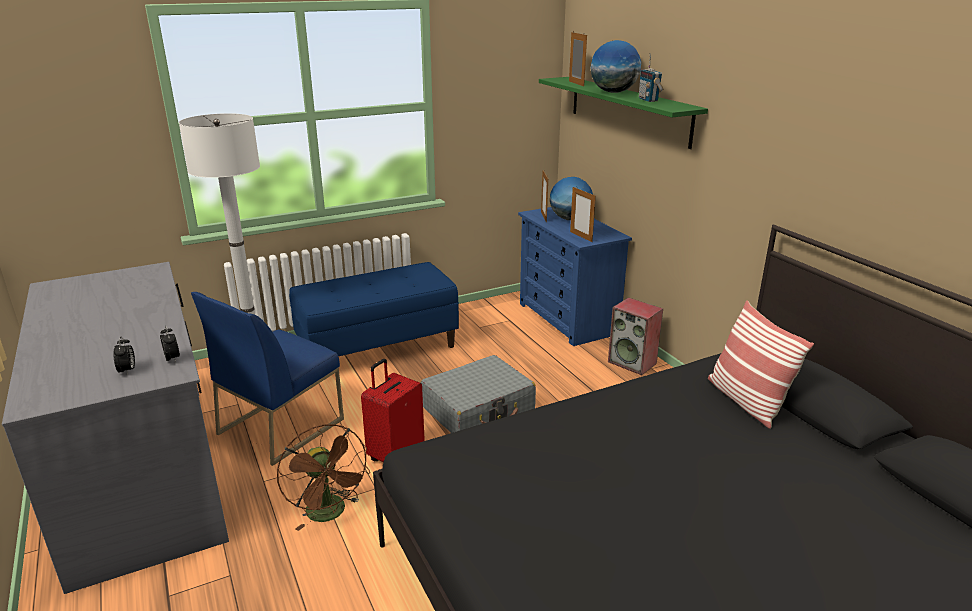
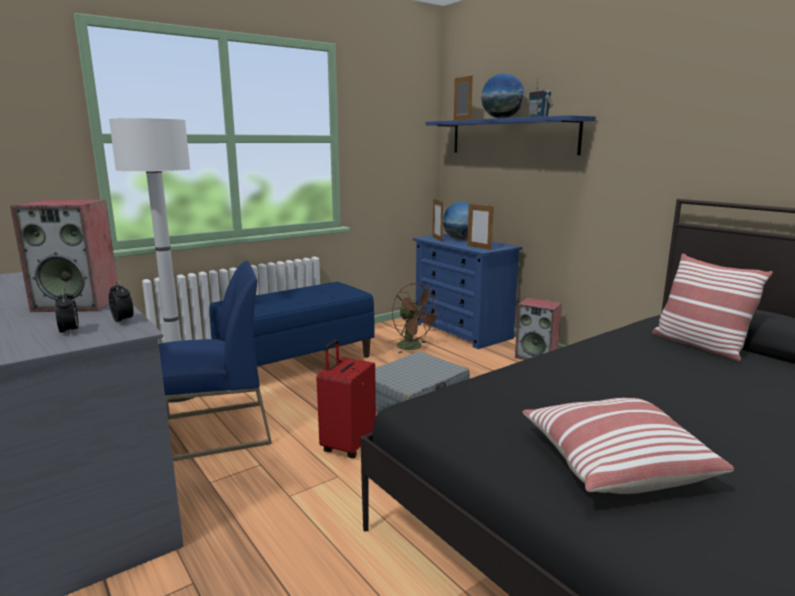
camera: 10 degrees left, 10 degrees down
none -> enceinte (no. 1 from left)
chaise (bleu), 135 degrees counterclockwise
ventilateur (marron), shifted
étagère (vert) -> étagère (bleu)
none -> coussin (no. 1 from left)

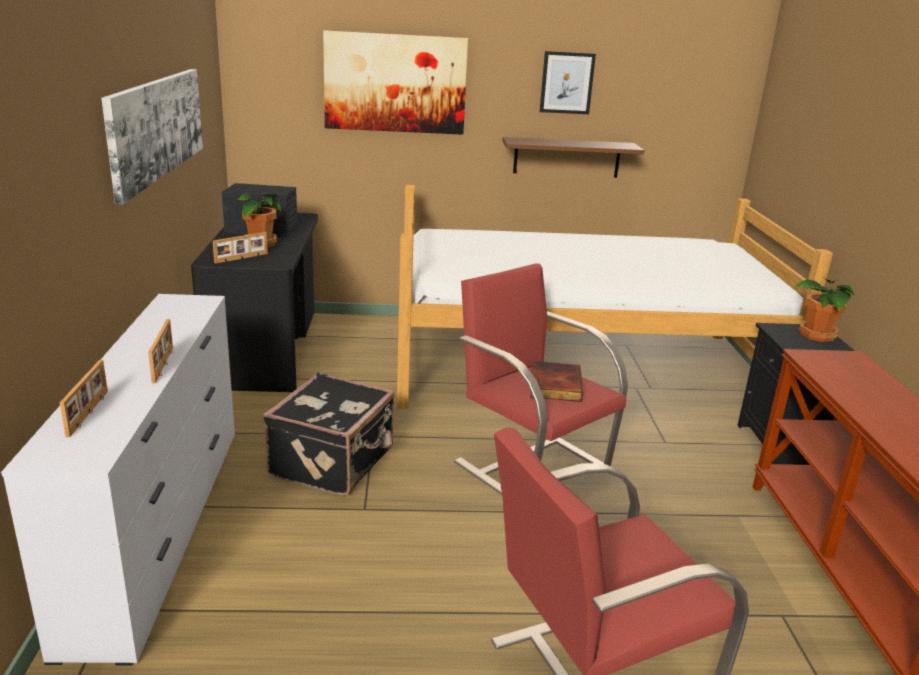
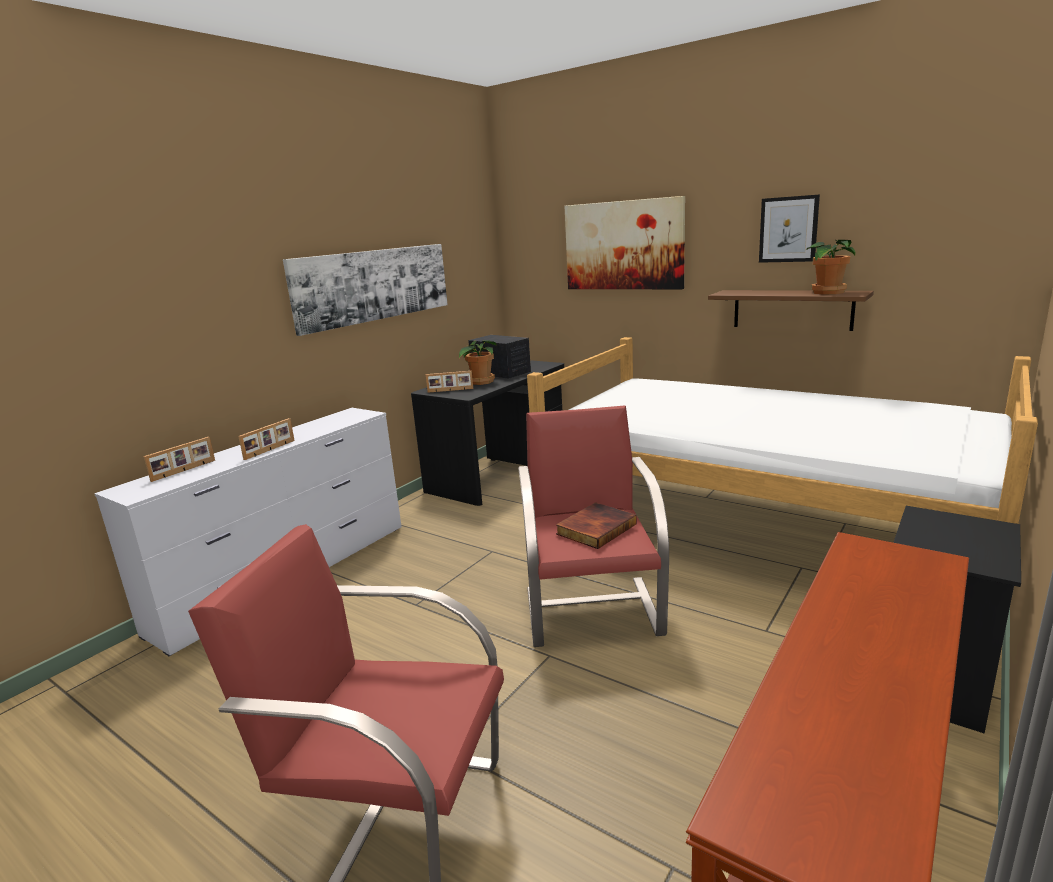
camera: 40 degrees right, 5 degrees down
plante en pot (no. 2 from left), shifted
valise (noir) -> none

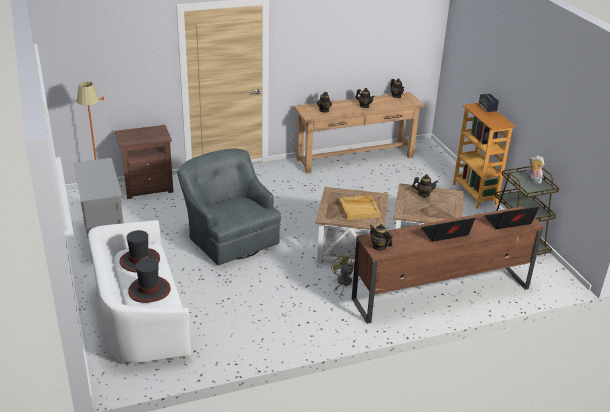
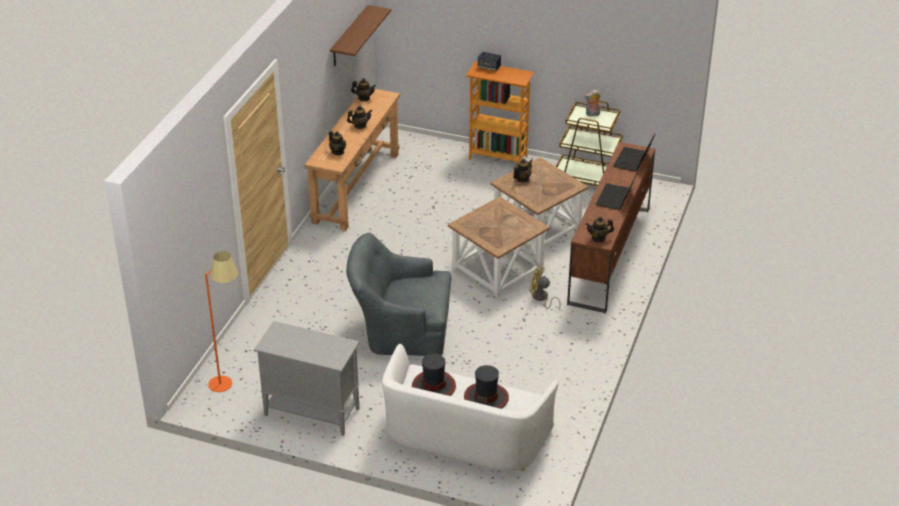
camera: 50 degrees left, 5 degrees up
none -> étagère (marron)
table de chevet (marron) -> none
plateau (beige) -> none

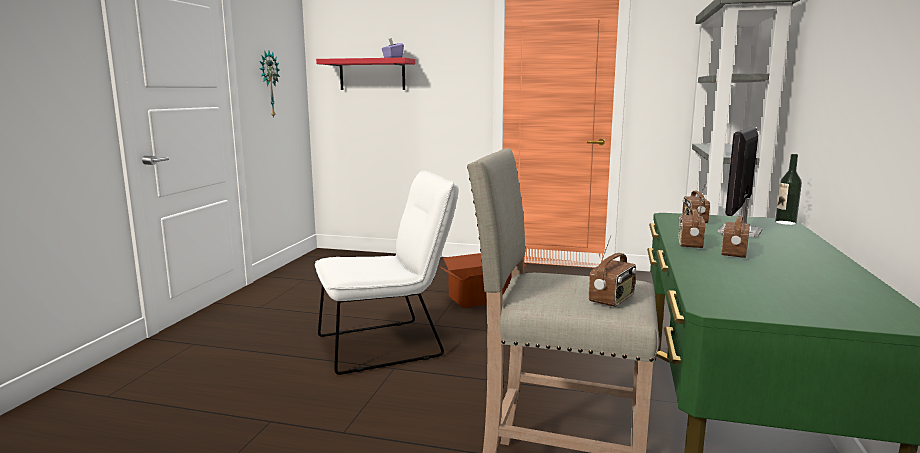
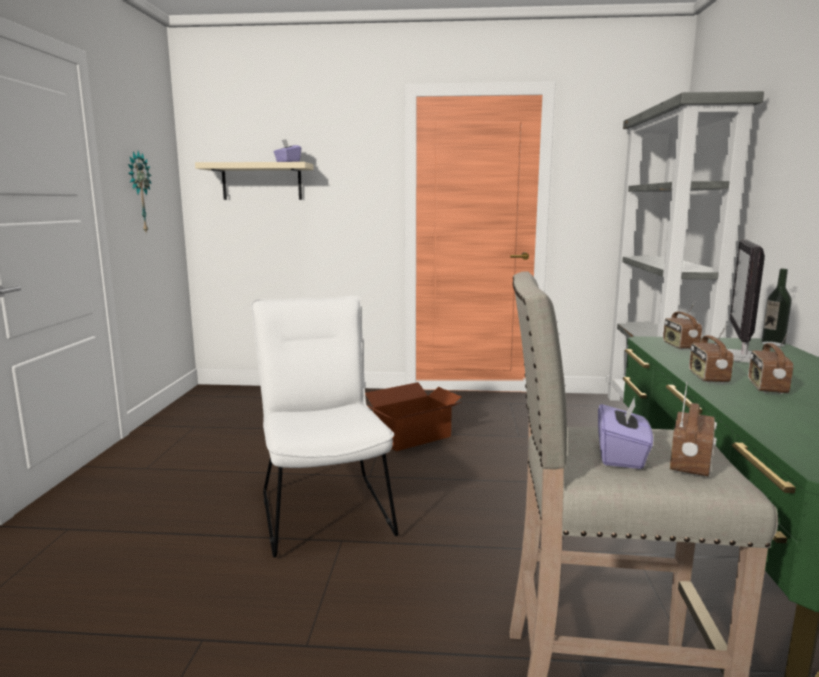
camera: 10 degrees left, 0 degrees up
étagère (rouge) -> étagère (beige)
chaise (blanc), 75 degrees counterclockwise
none -> boîte à mouchoirs (violet) (no. 2 from left)

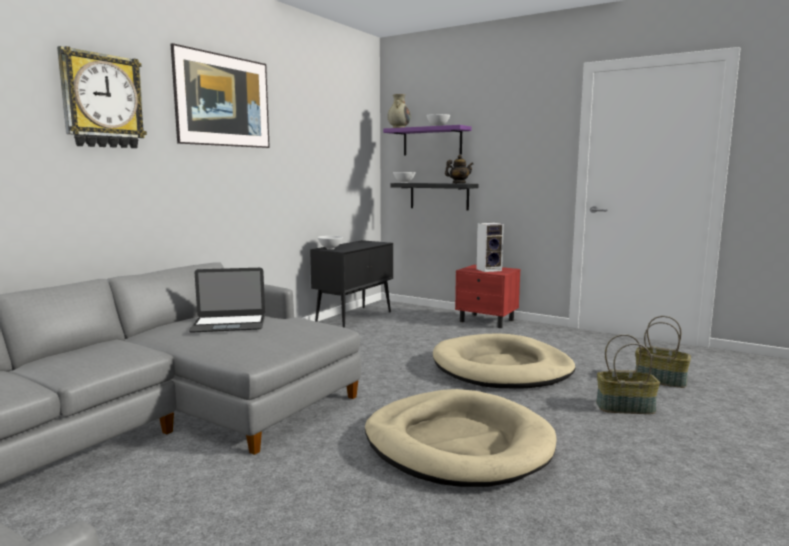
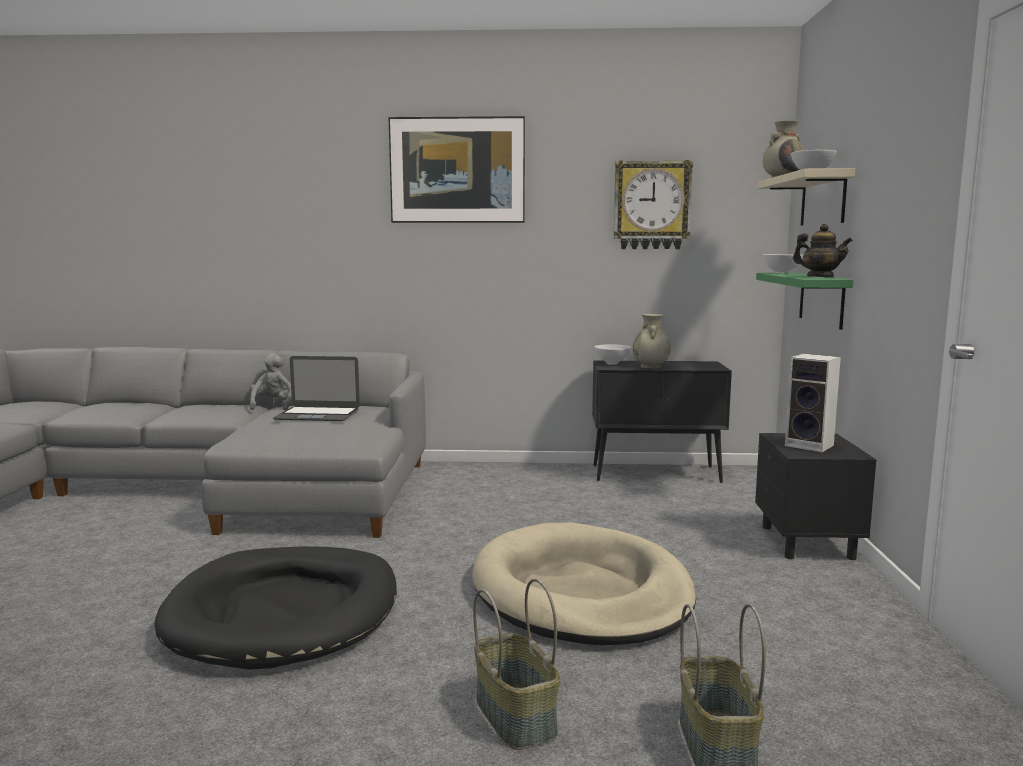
camera: 60 degrees right, 0 degrees up
panier pour chien (beige) (no. 1 from left) -> panier pour chien (noir)
none -> peluche (gris)
ordinateur portable, 45 degrees counterclockwise
horloge murale, shifted
none -> vase (beige) (no. 1 from left)
table de chevet (rouge) -> table de chevet (noir)
étagère (noir) -> étagère (vert)
étagère (violet) -> étagère (beige)

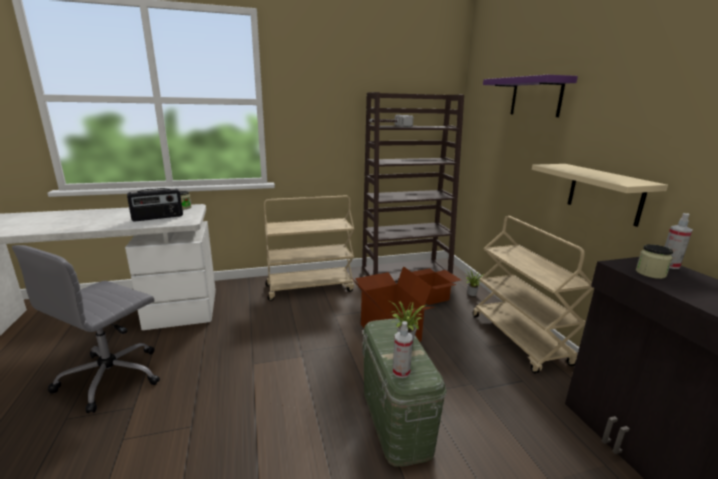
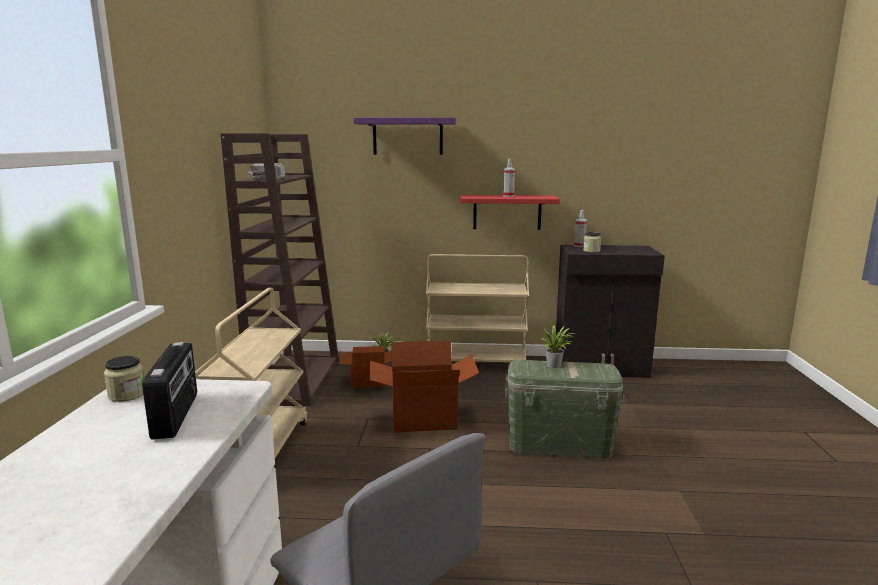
camera: 70 degrees left, 5 degrees down
étagère (beige) -> étagère (rouge)
vaporisateur (no. 1 from left), shifted

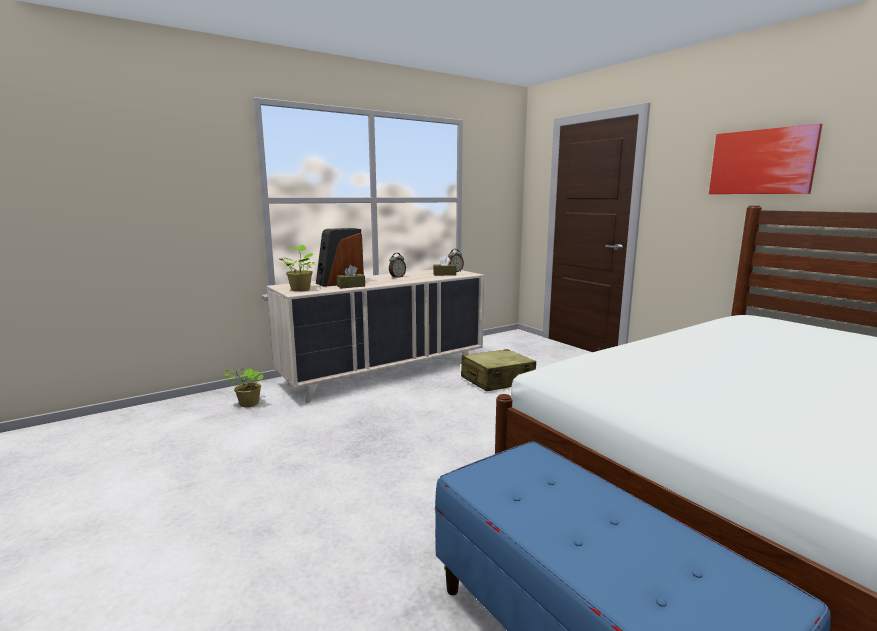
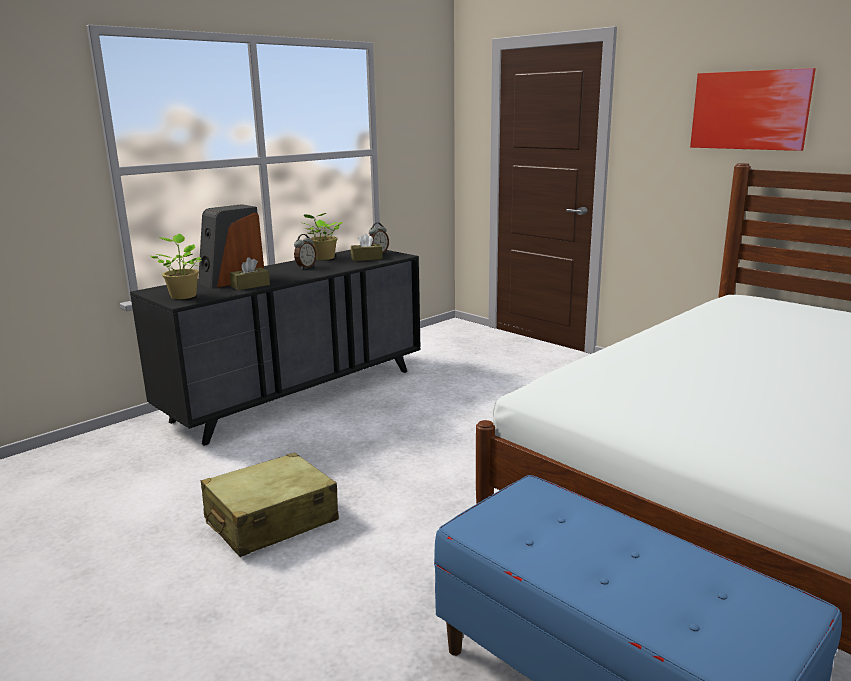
camera: 10 degrees left, 5 degrees up
commode (beige) -> commode (noir)
valise (beige), shifted
plante en pot (no. 1 from left in the first image) -> plante en pot (no. 2 from left), shifted

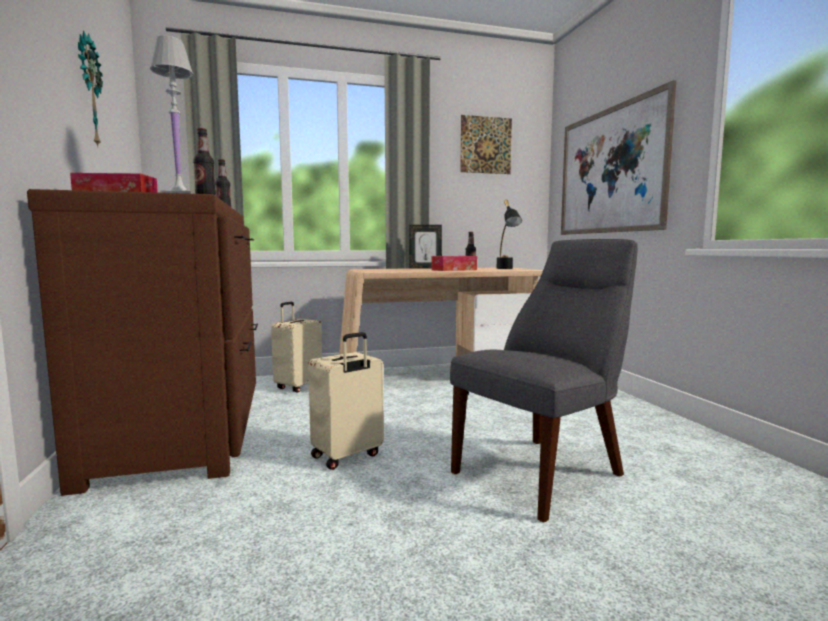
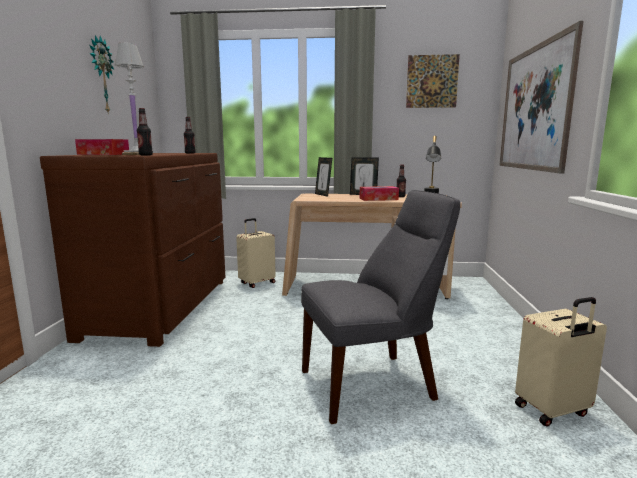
camera: 20 degrees right, 5 degrees up
none -> cadre photo (no. 1 from left)
valise (beige) (no. 2 from left), shifted

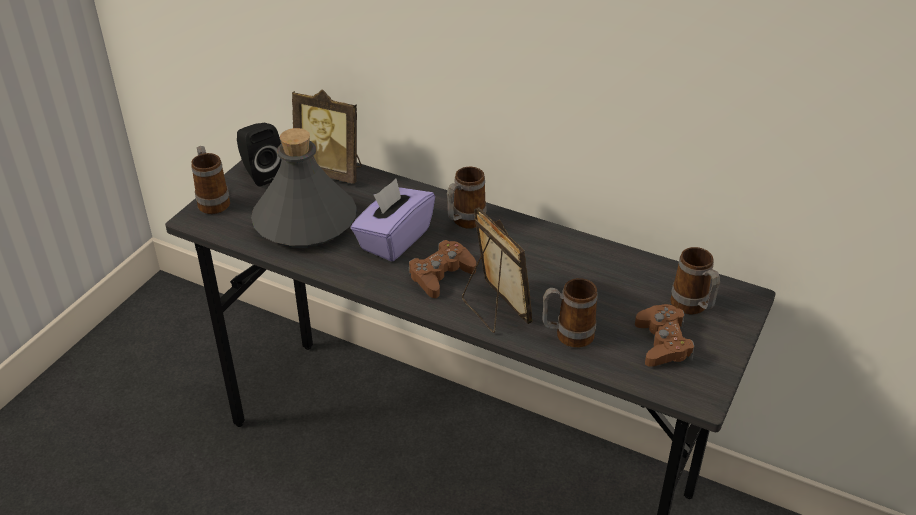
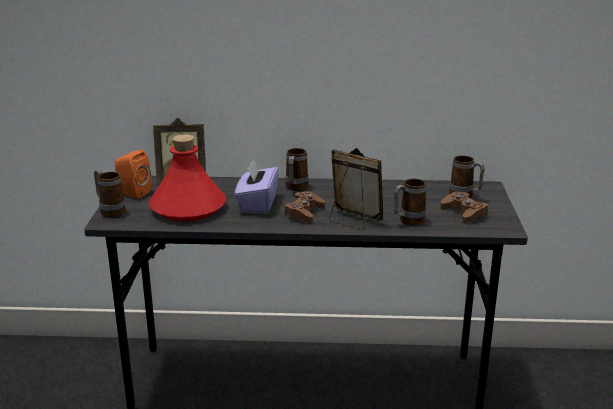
camera: 25 degrees left, 15 degrees down
enceinte (noir) -> enceinte (orange)
bouteille (gris) -> bouteille (rouge)

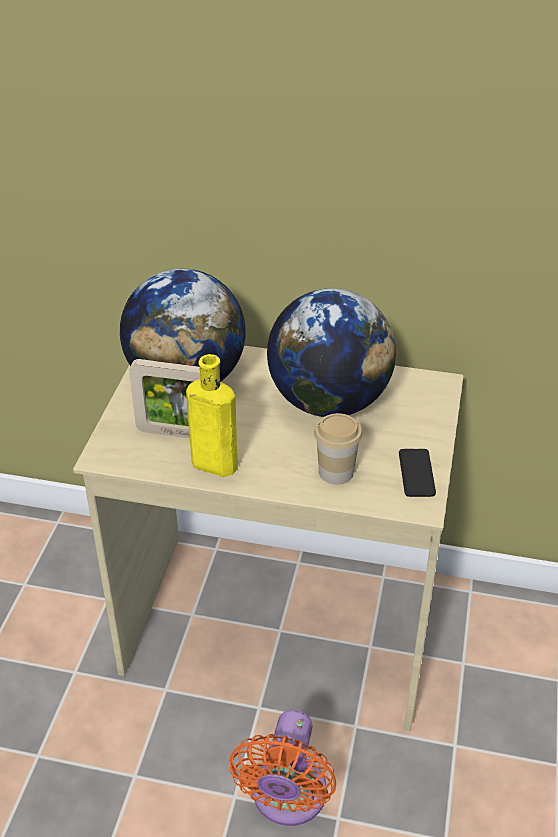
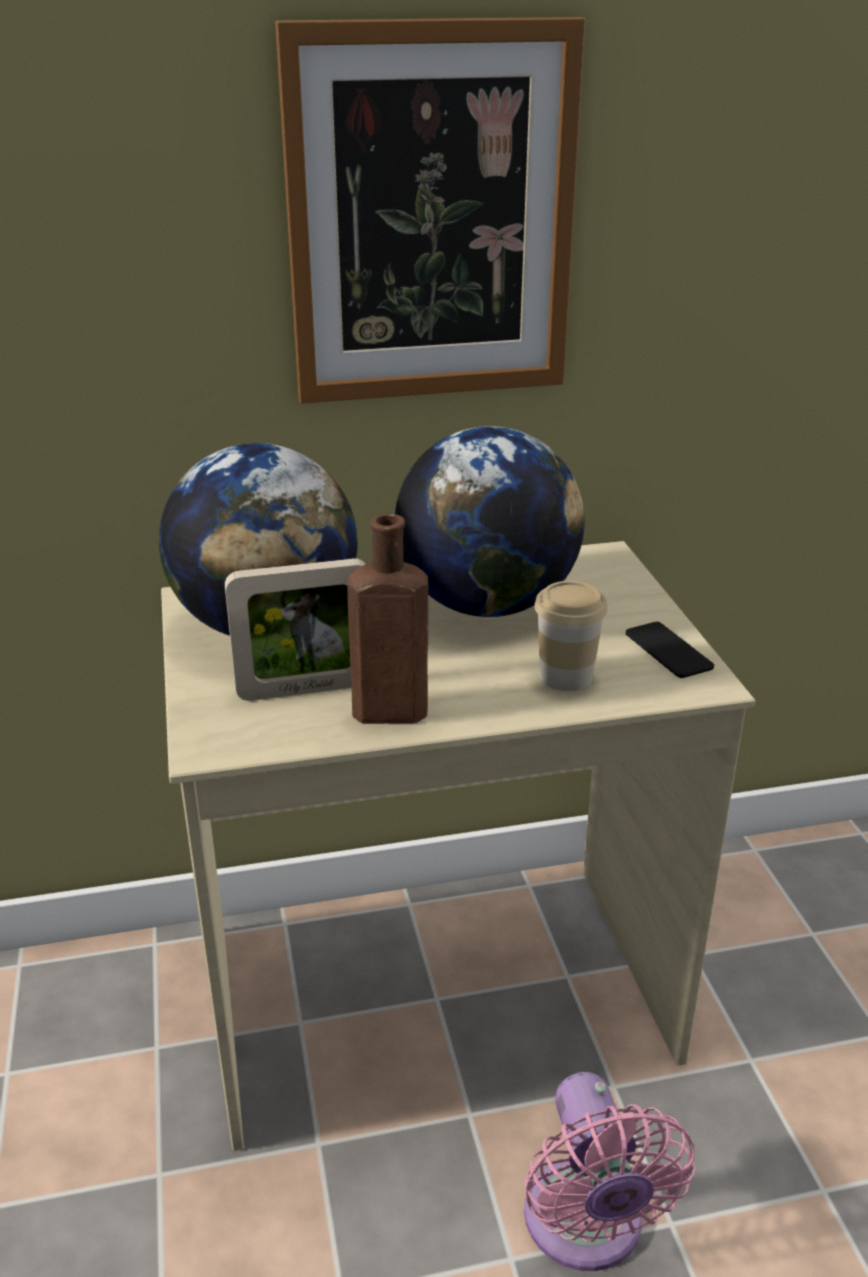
camera: 25 degrees left, 10 degrees down
none -> tableau
bouteille (jaune) -> bouteille (marron)
ventilateur (orange) -> ventilateur (rose)

